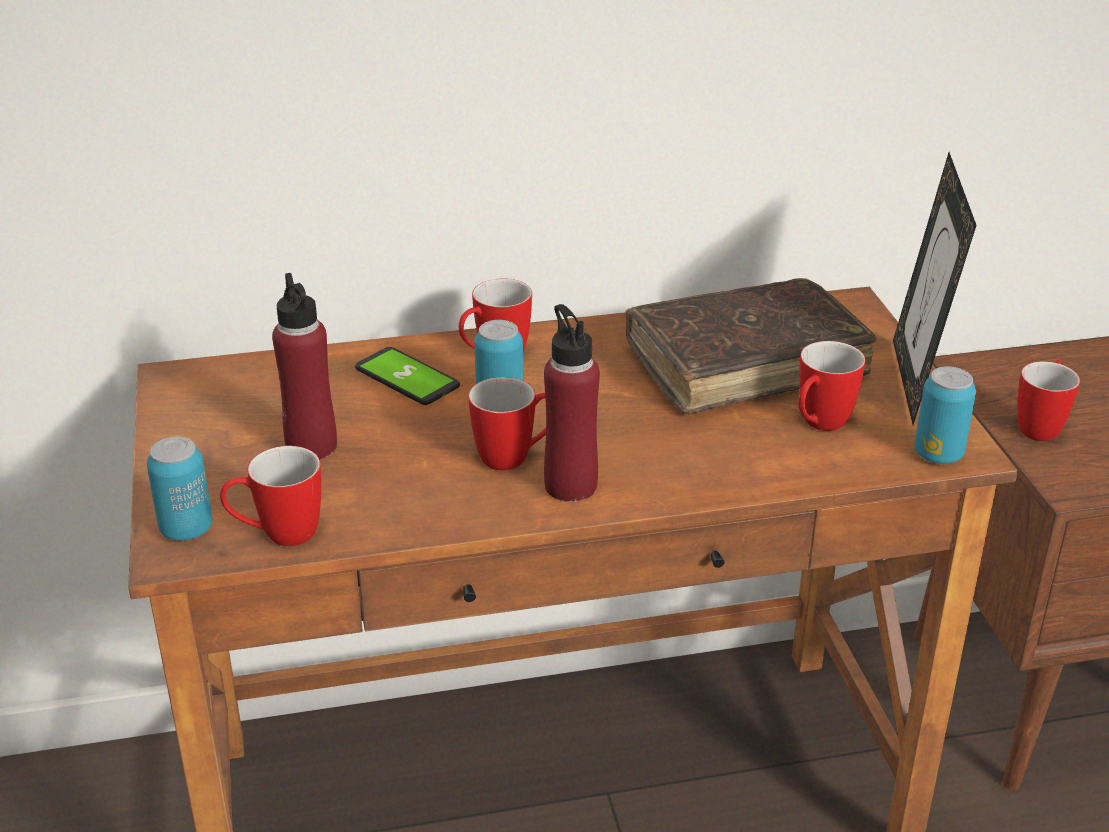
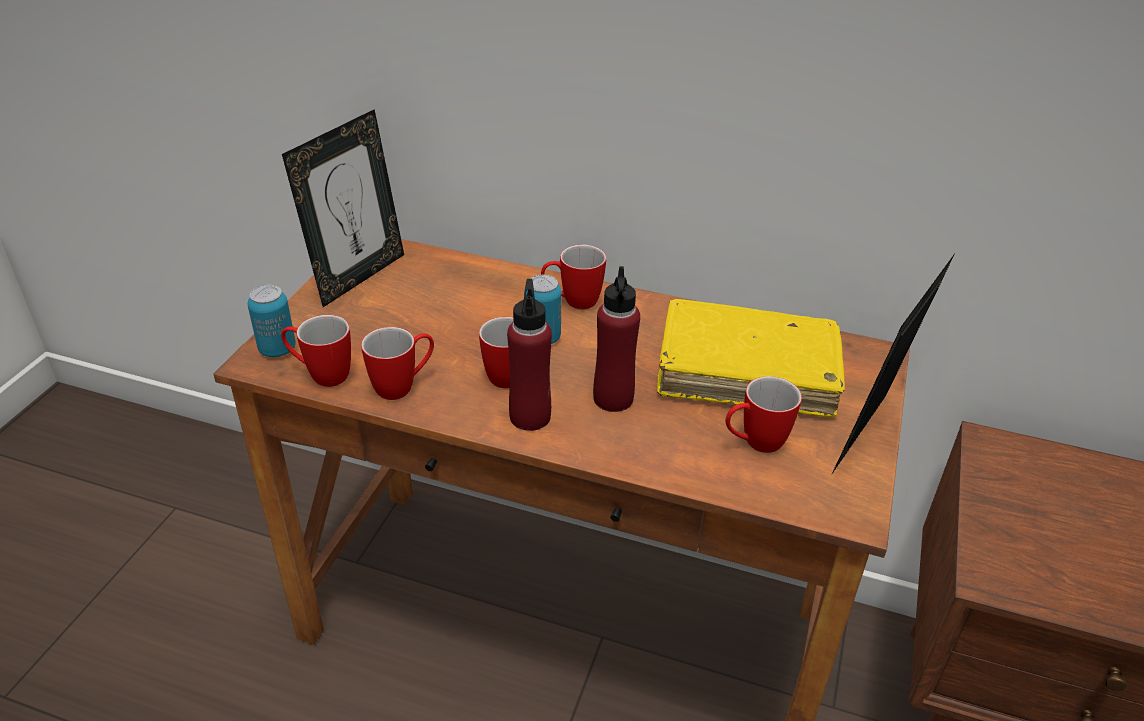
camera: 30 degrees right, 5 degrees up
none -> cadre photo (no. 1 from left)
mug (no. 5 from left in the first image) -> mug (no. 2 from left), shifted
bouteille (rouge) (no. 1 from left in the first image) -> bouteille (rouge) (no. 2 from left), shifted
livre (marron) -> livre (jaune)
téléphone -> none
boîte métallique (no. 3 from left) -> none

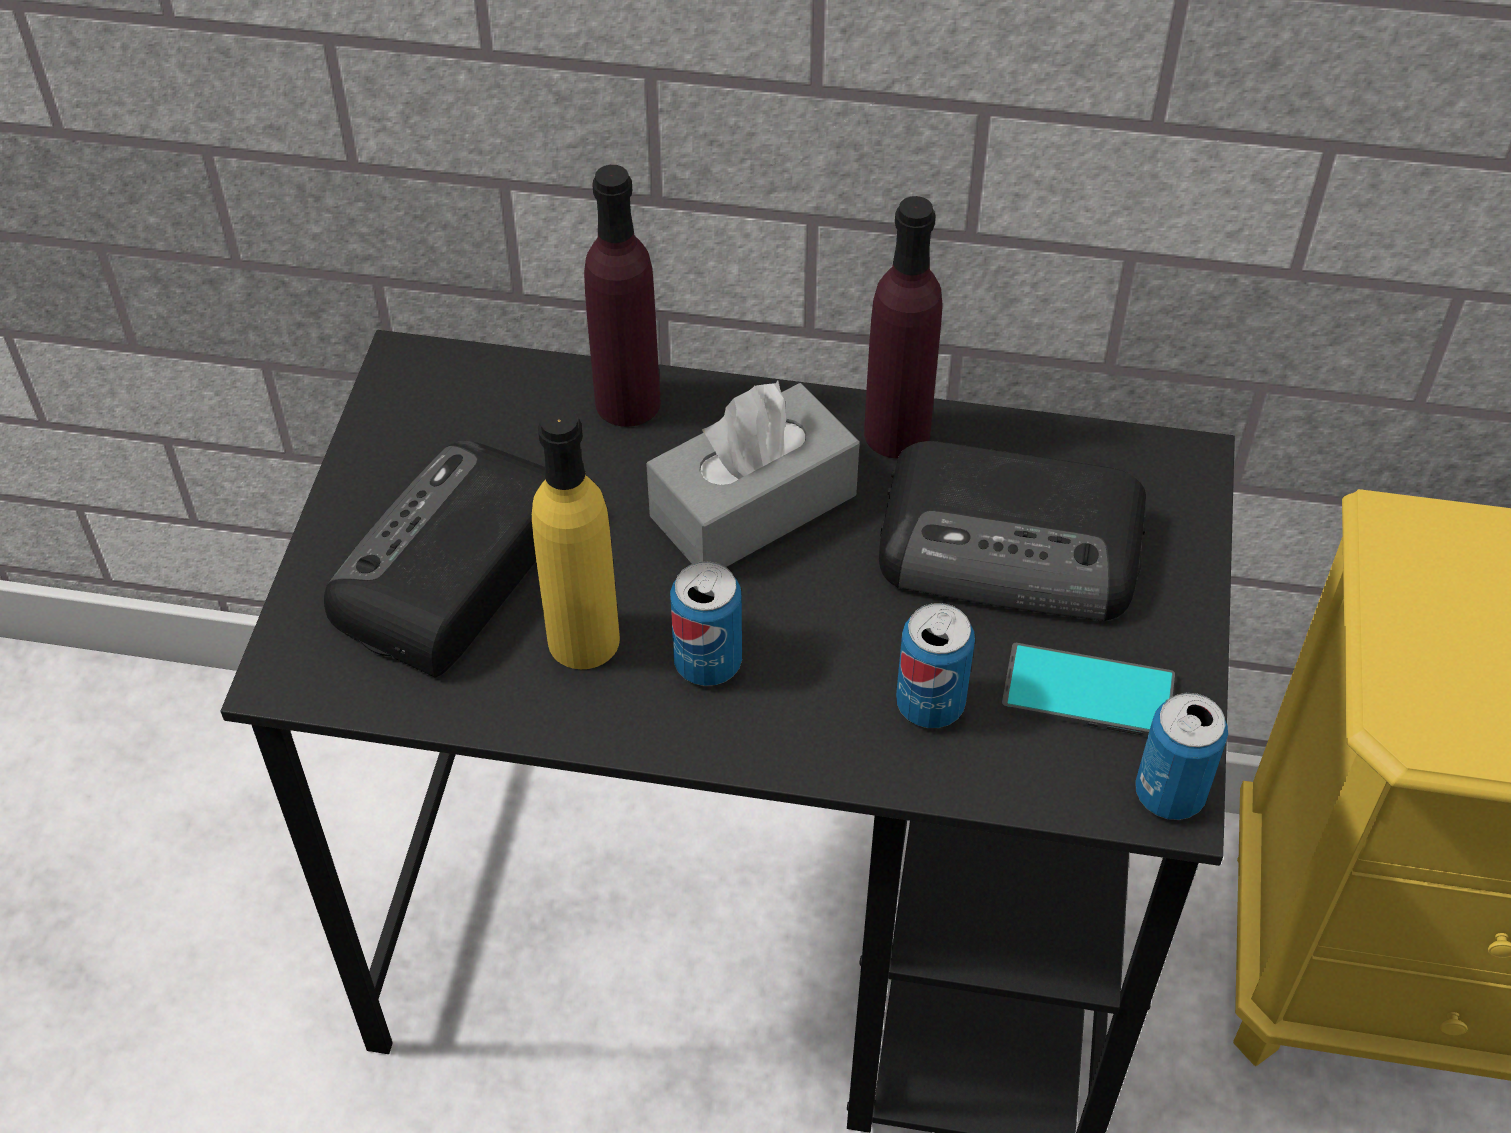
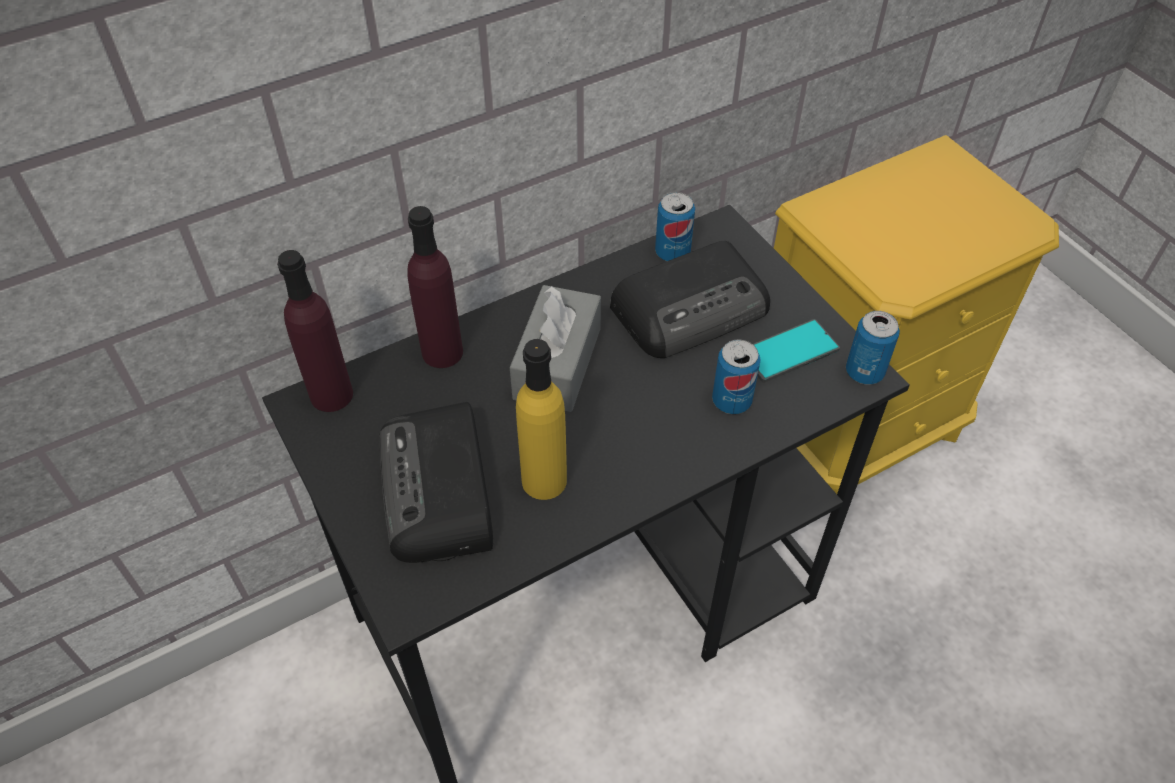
camera: 40 degrees left, 0 degrees up
bouteille (violet) (no. 2 from left in the first image) -> bouteille (violet) (no. 1 from left), shifted
boîte métallique (no. 1 from left), shifted

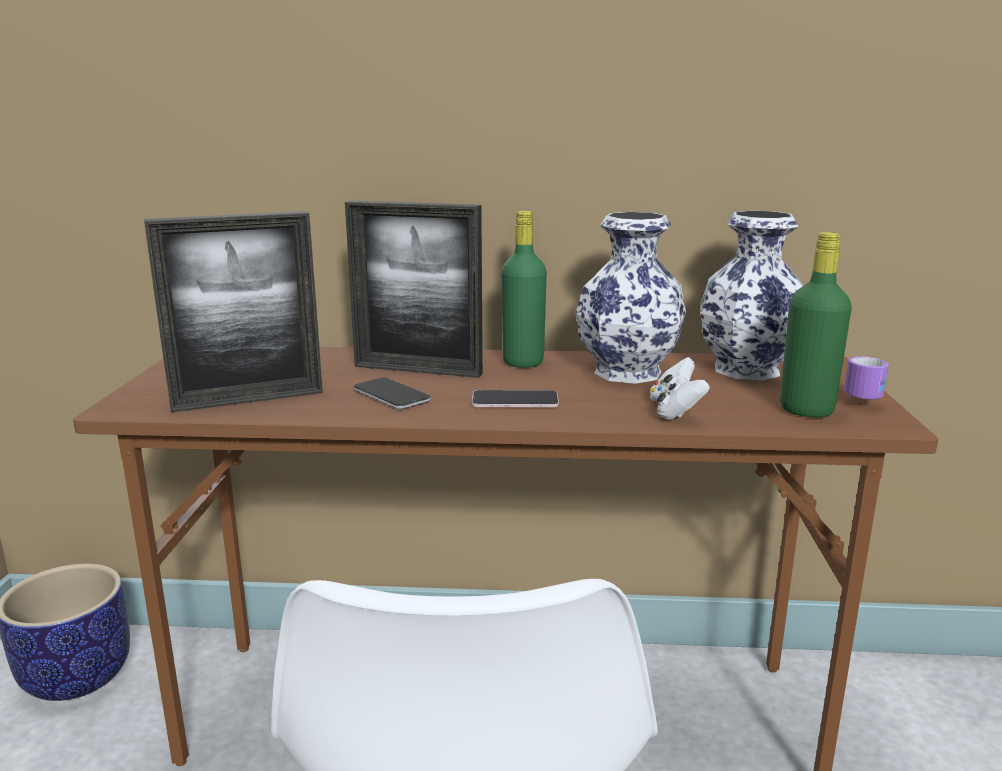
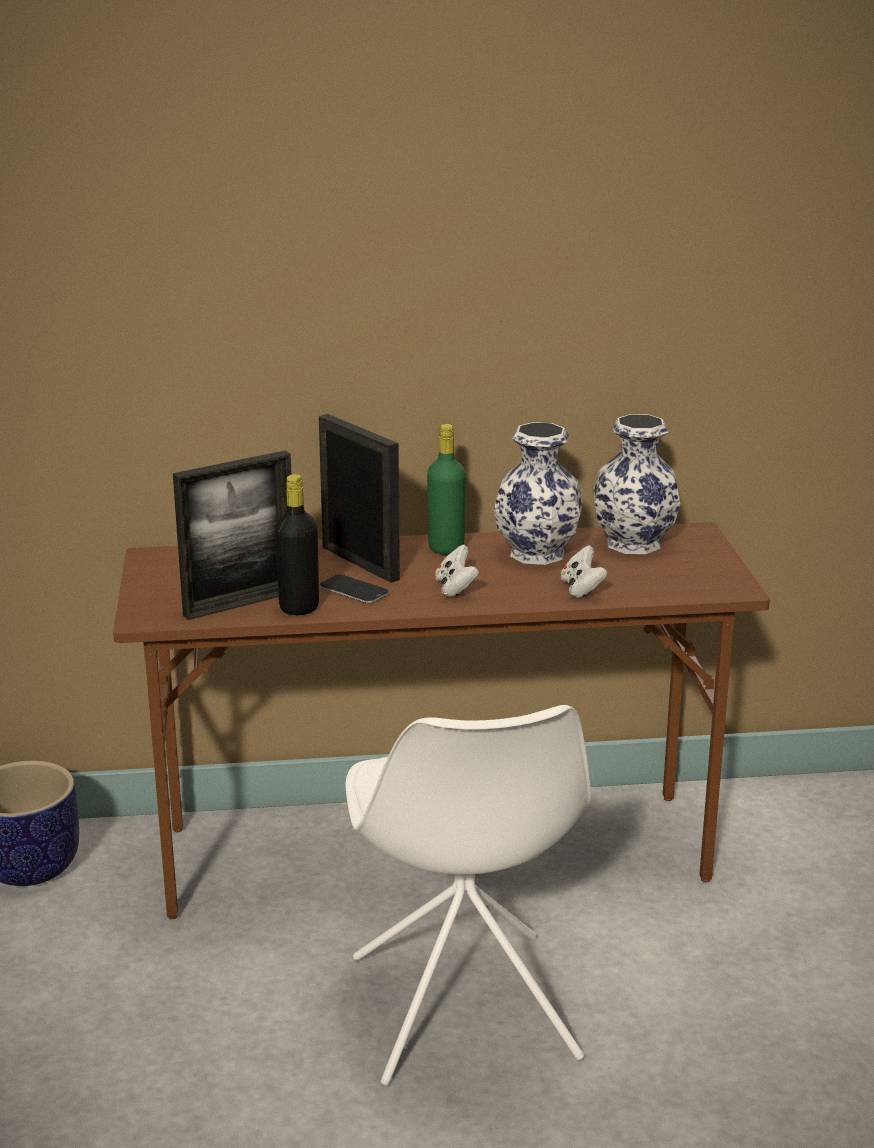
camera: 10 degrees left, 5 degrees up
none -> bouteille (noir)
cadre photo (no. 2 from left), 135 degrees counterclockwise
téléphone (no. 2 from left) -> manette (blanc) (no. 1 from left)
bouteille (vert) (no. 2 from left) -> none
mug -> none

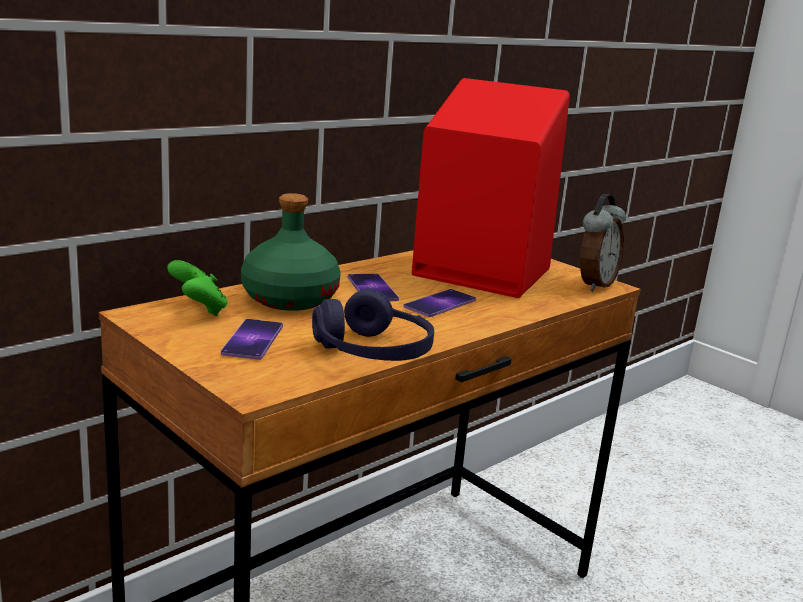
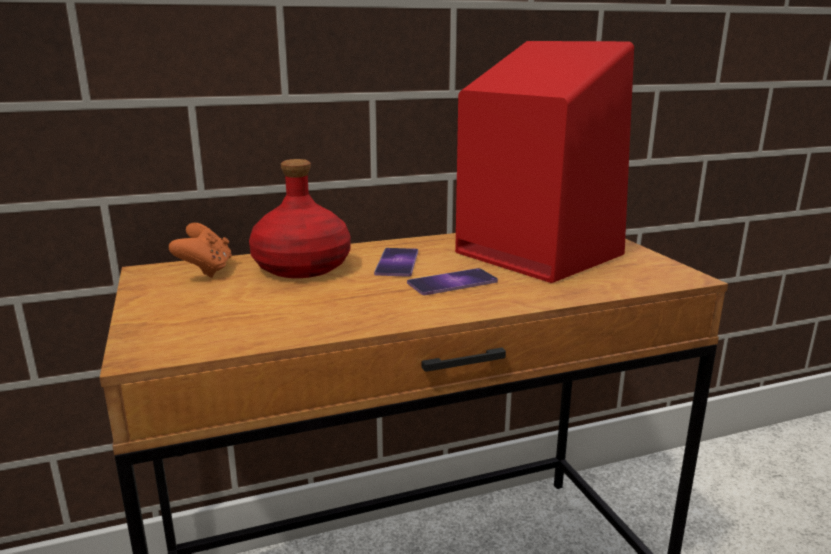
camera: 25 degrees right, 0 degrees up
manette (vert) -> manette (orange)
bouteille (vert) -> bouteille (rouge)
téléphone (no. 1 from left) -> none
casque audio (violet) -> none
réveil -> none

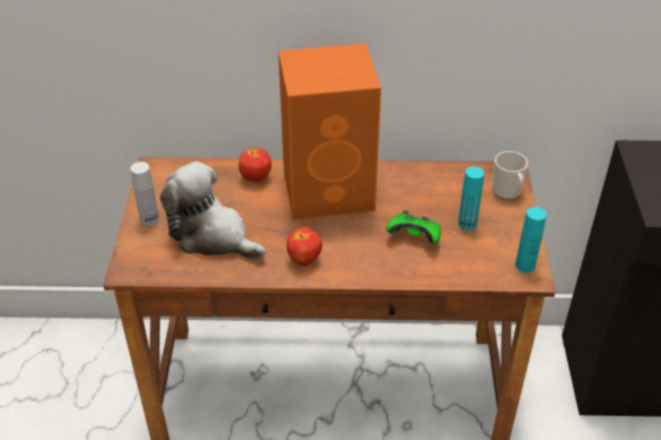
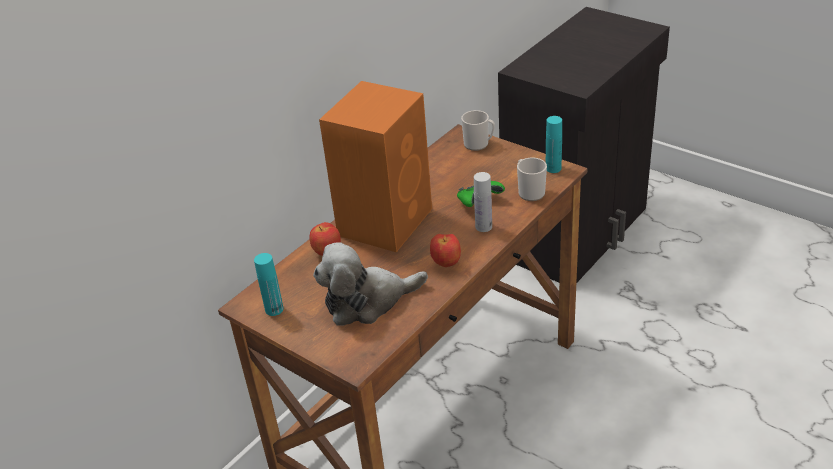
camera: 50 degrees left, 5 degrees down
bouteille (turquoise) (no. 1 from left), shifted
bouteille (blanc), shifted
none -> mug (no. 2 from left)

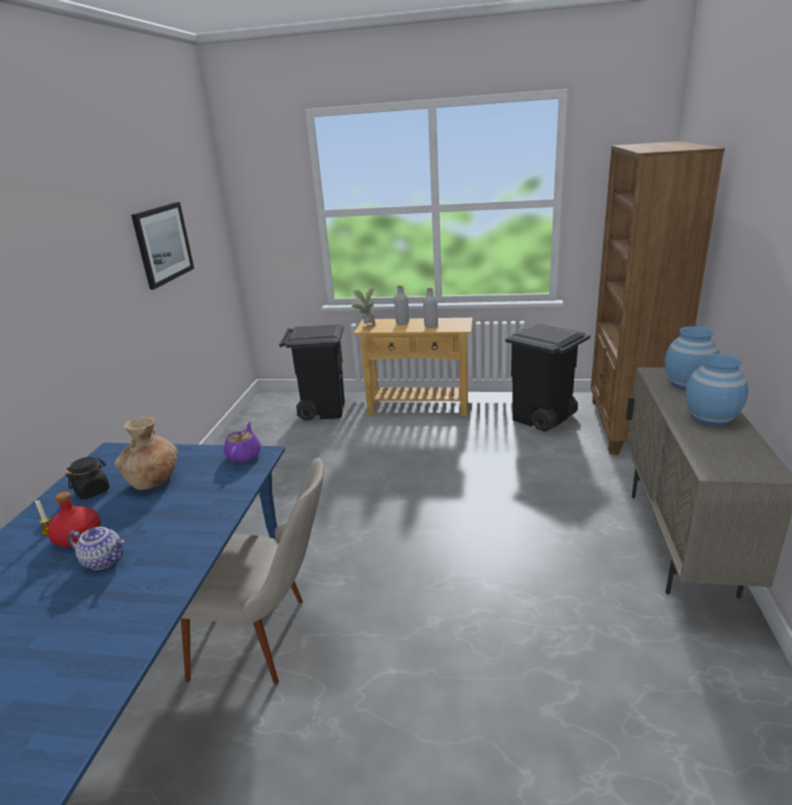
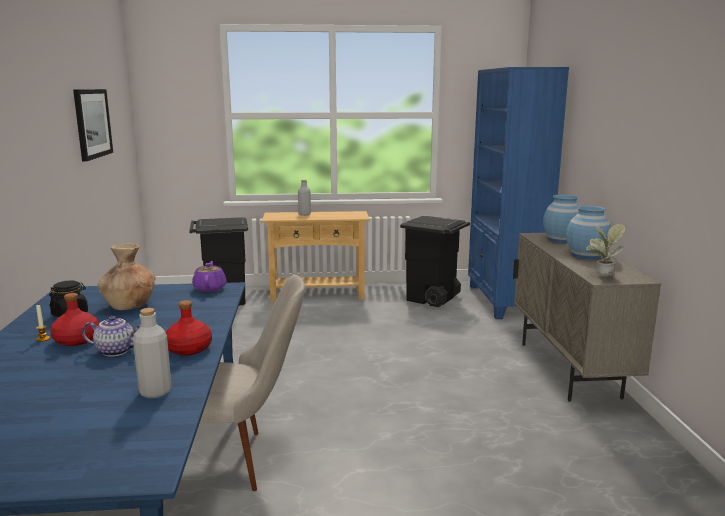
camera: 15 degrees left, 10 degrees down
bouteille (gris) (no. 2 from left in the first image) -> bouteille (gris) (no. 1 from left), shifted
none -> bouteille (rouge) (no. 2 from left)
bibliothèque (marron) -> bibliothèque (bleu)
plante en pot, shifted

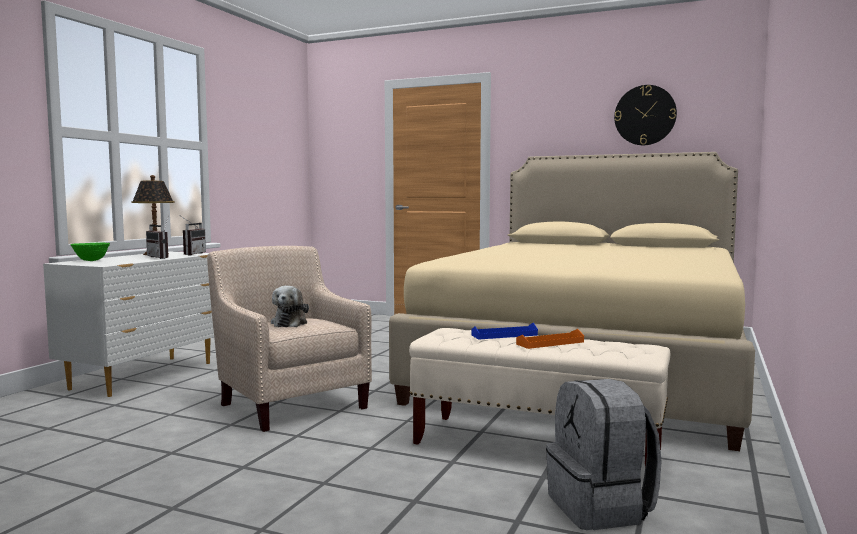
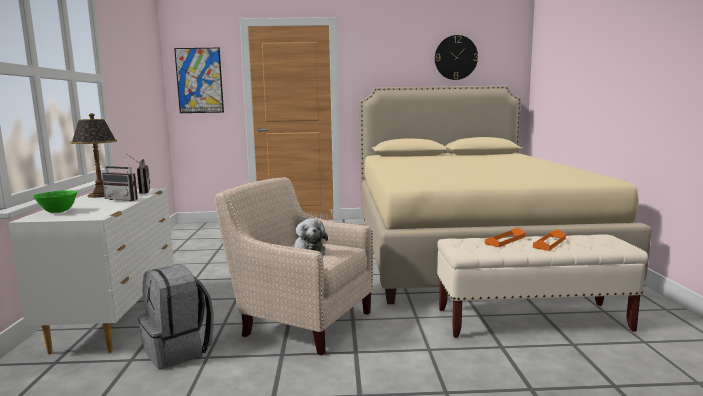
camera: 25 degrees left, 5 degrees up
sac à dos (gris), shifted
none -> tableau
plateau (bleu) -> plateau (orange) (no. 1 from left)

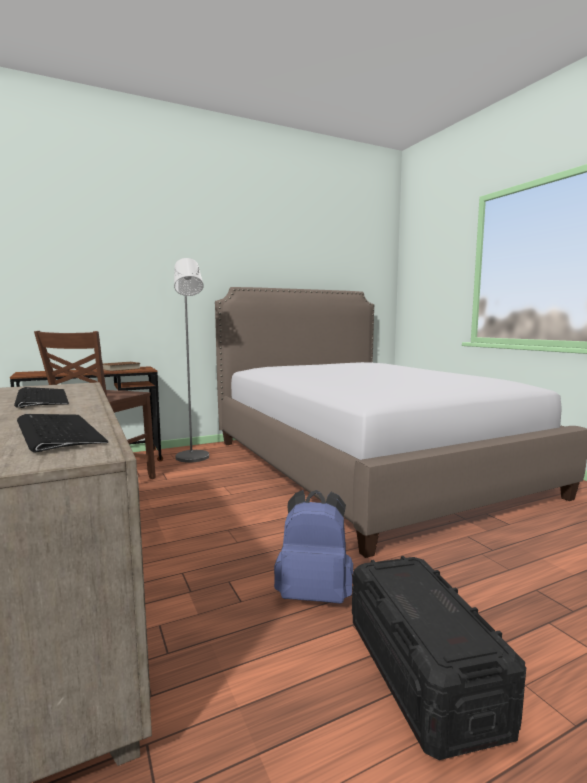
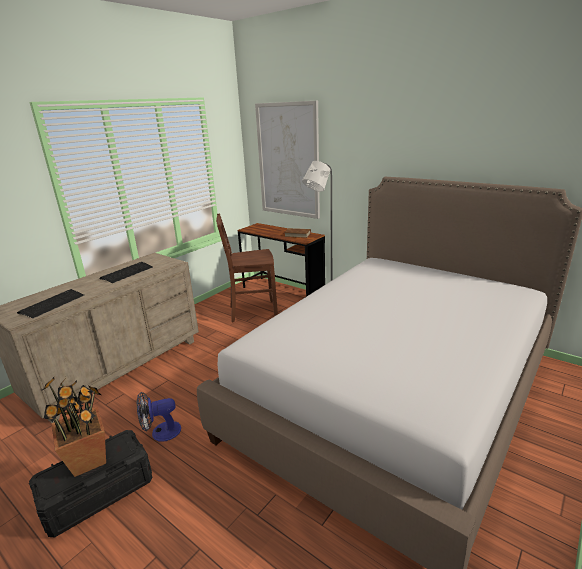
camera: 65 degrees right, 15 degrees up
none -> plante en pot
sac à dos (bleu) -> ventilateur
none -> tableau

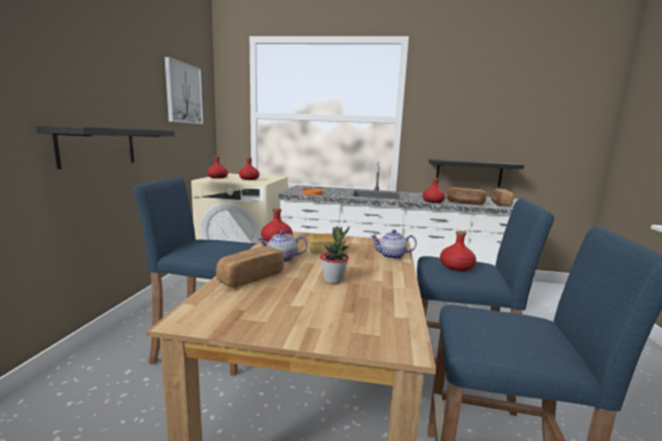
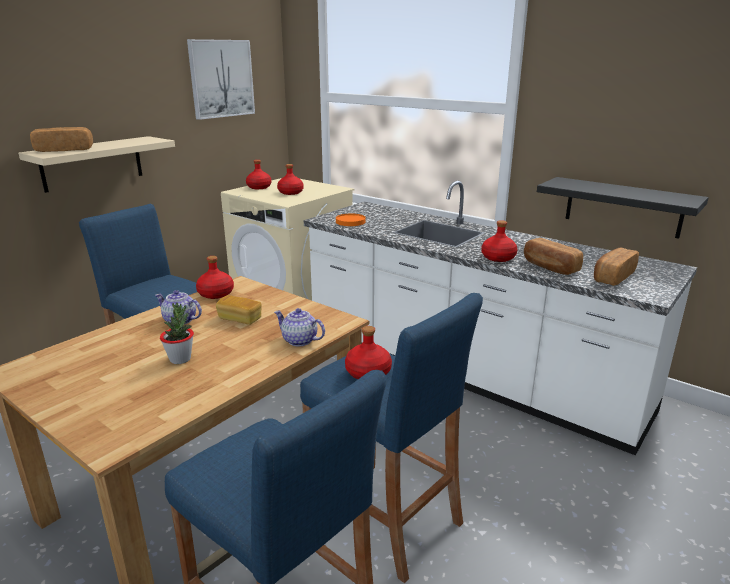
camera: 30 degrees right, 10 degrees up
étagère (noir) (no. 1 from left) -> étagère (beige)
pain (no. 1 from left), shifted

